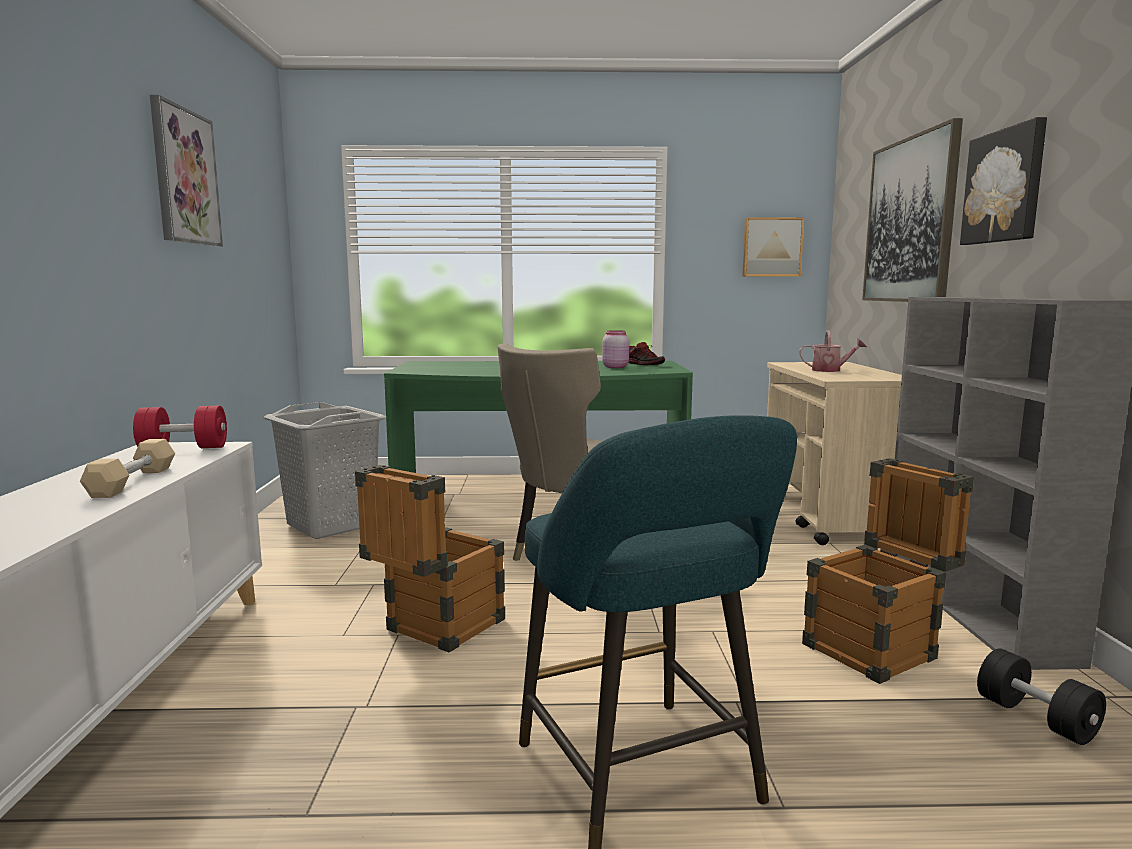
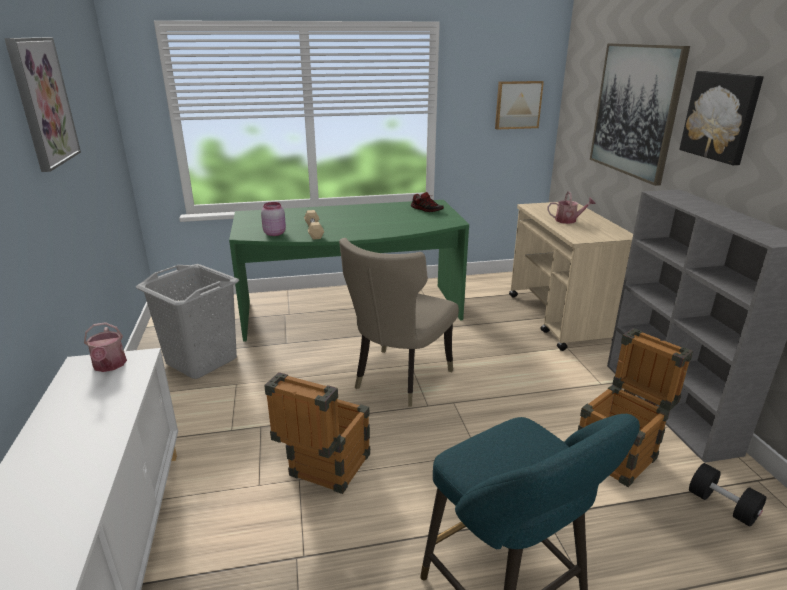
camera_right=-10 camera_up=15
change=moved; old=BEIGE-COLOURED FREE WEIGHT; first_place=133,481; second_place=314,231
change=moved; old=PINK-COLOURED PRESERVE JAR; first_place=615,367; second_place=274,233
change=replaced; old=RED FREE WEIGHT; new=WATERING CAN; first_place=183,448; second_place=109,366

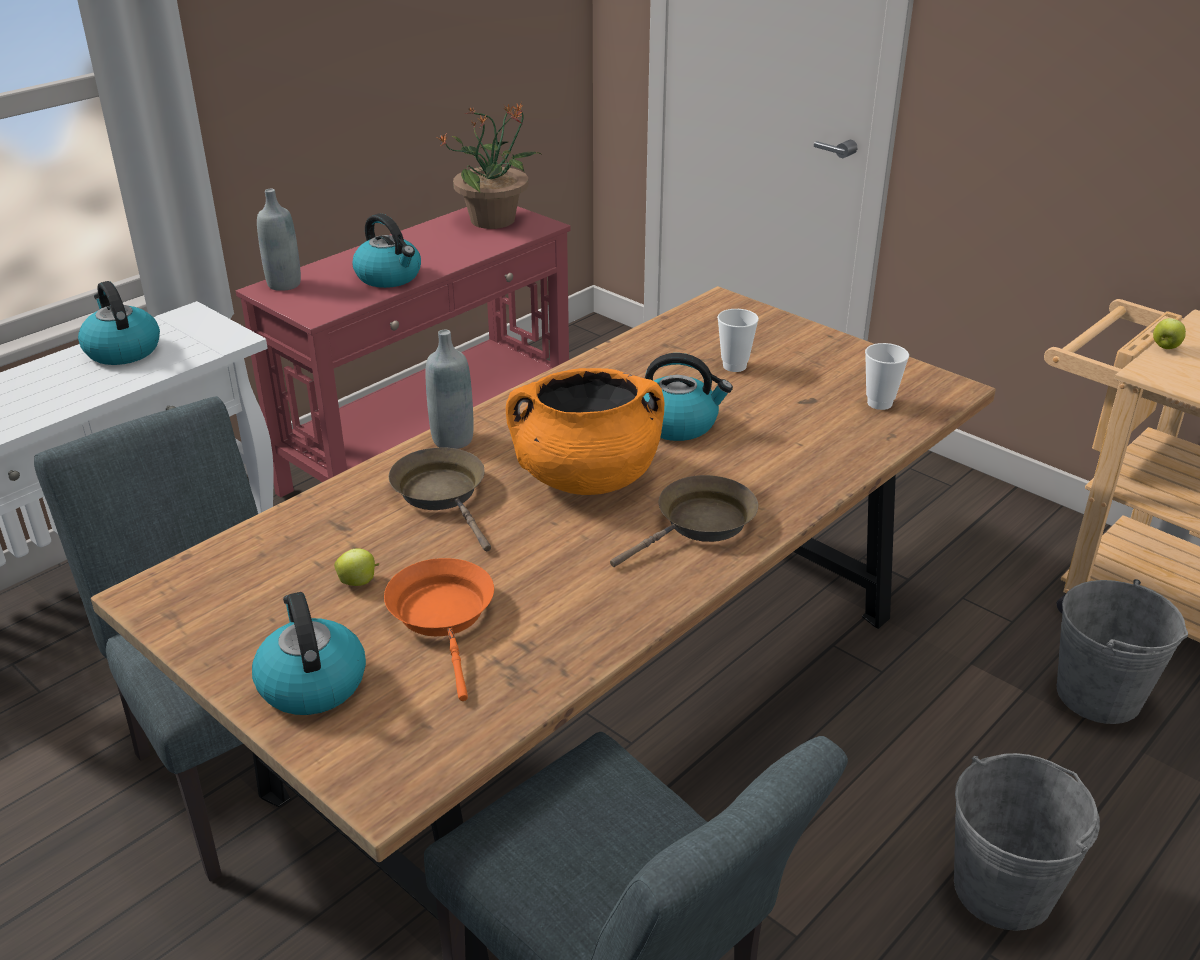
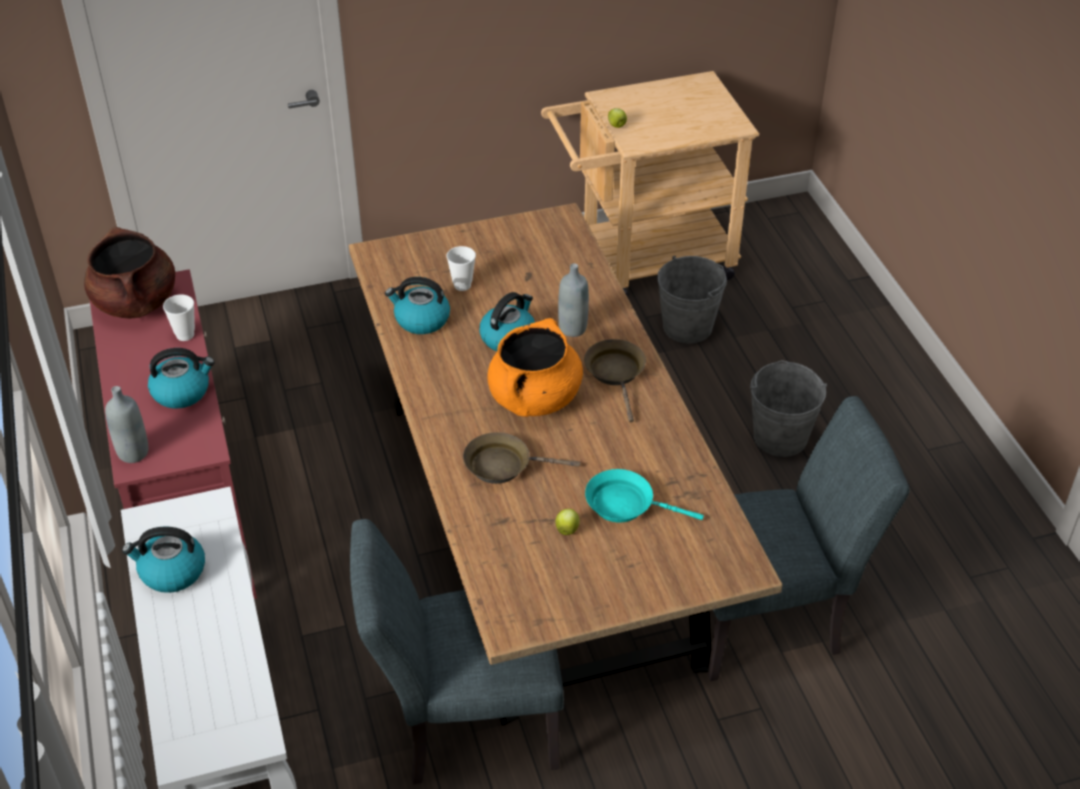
camera_right=-60 camera_up=10
change=moved; old=WATER KETTLE; first_place=311,683; second_place=421,320
change=moved; old=GREYISH BOTTLE; first_place=452,439; second_place=572,328
change=moved; old=CUP; first_place=879,403; second_place=185,335
change=replaced; old=HOUSEPLANT; new=BROWN STOCKPOT; first_place=494,220; second_place=136,303
change=recoloured; old=ORANGEY FRYING PAN; new=TURQUOISE FRYING PAN; first_place=444,617; second_place=625,504

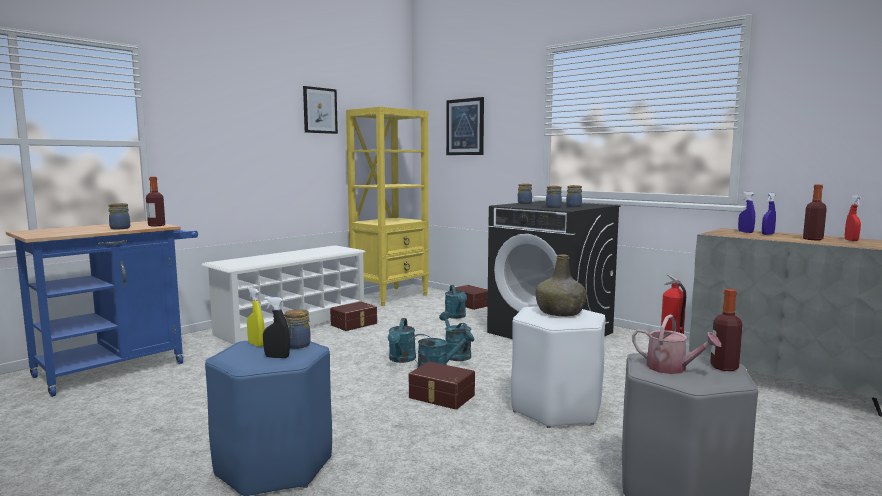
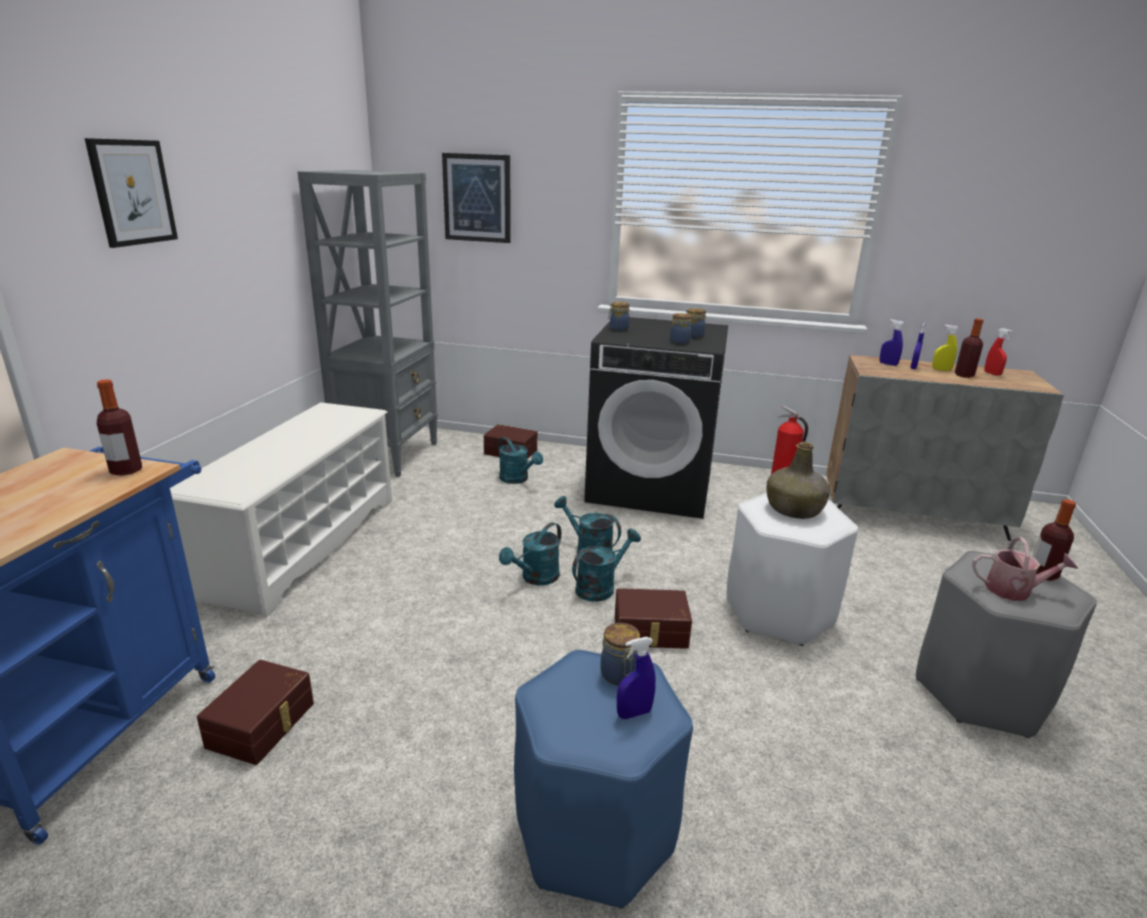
camera_right=-30 camera_up=15
change=removed; old=PRESERVE JAR; first_place=119,228
change=moved; old=YELLOW HAND SPRAYER; first_place=256,344; second_place=941,370
change=moved; old=WALL ART; first_place=320,110; second_place=132,192
change=moved; old=BROWN STORAGE BOX; first_place=354,324; second_place=263,725
change=recoloured; old=BLACKISH HAND SPRAYER; new=BLUE HAND SPRAYER; first_place=277,357; second_place=634,713
change=recoloured; old=YELLOW BOOKSHELF; new=GREYISH BOOKSHELF; first_place=390,296; second_place=389,455
change=turned; old=TURQUOISE WATERING CAN; first_place=401,359; second_place=535,578; degrees=60

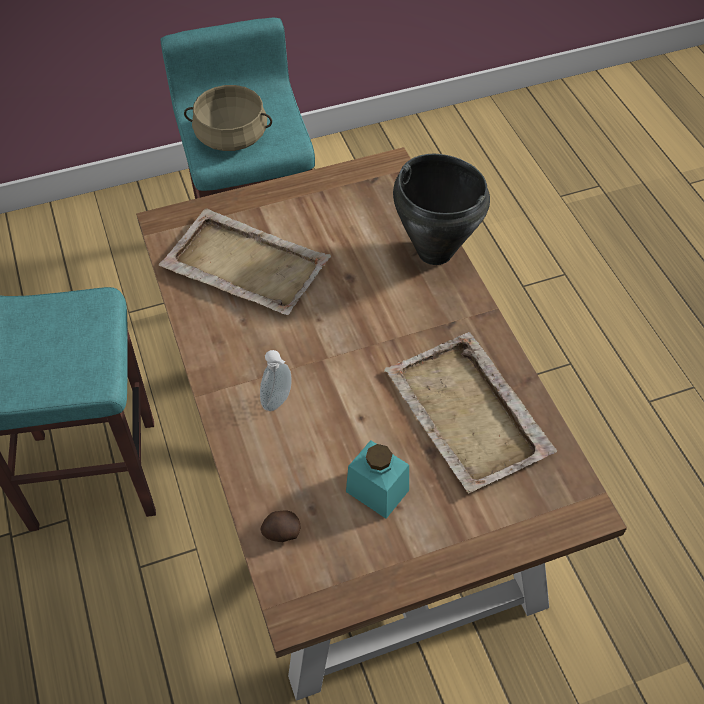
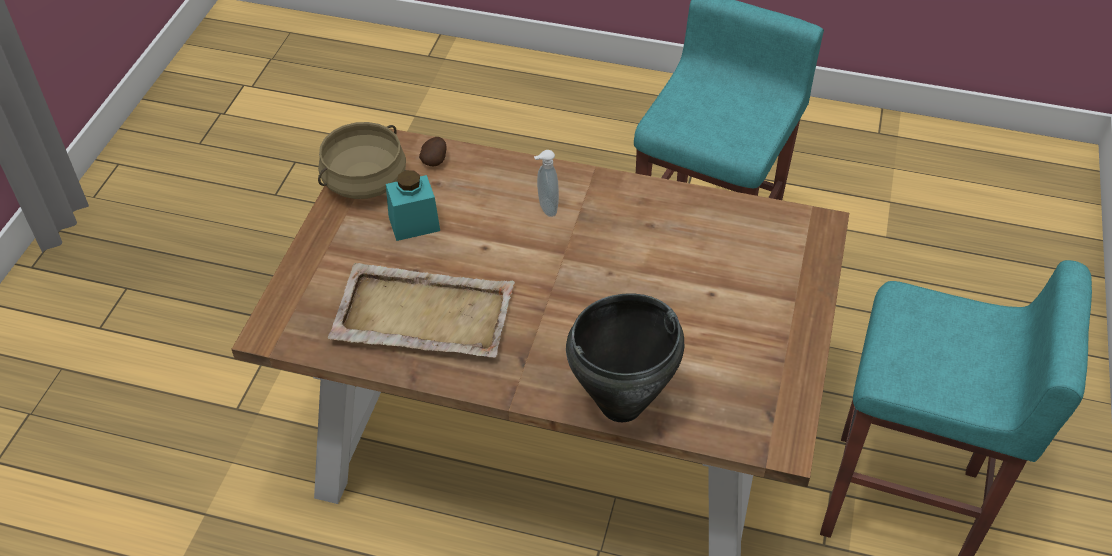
camera_right=125 camera_up=-5
change=removed; old=BEIGE-COLOURED SERVING TRAY; first_place=244,264
change=moved; old=BEIGE-COLOURED STOCKPOT; first_place=231,137; second_place=364,180

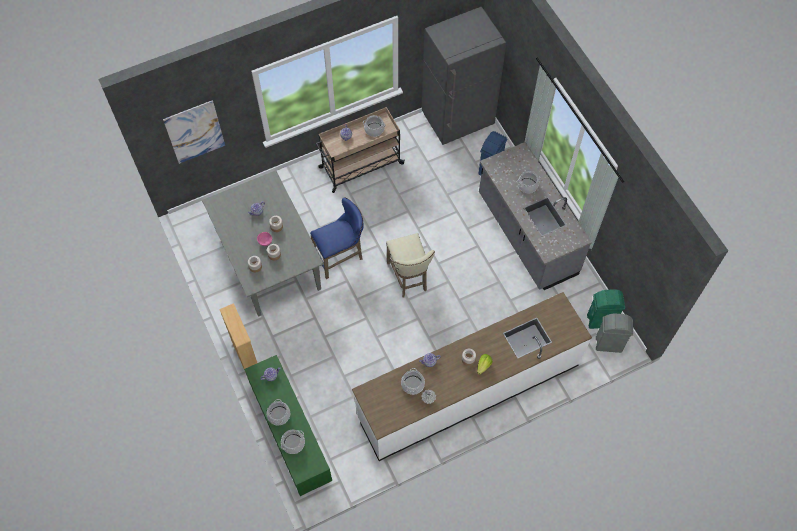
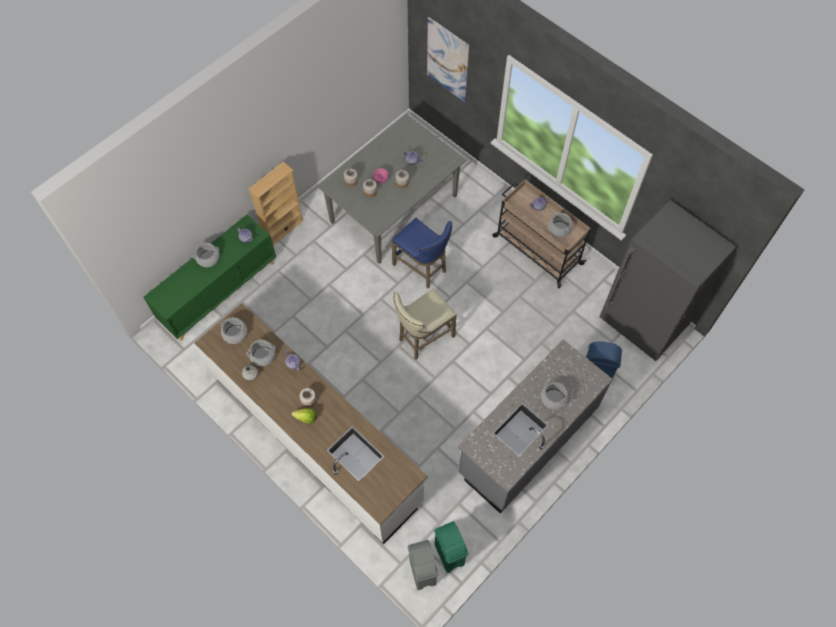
camera_right=70 camera_up=0
change=moved; old=STOCKPOT; first_place=293,443; second_place=235,334

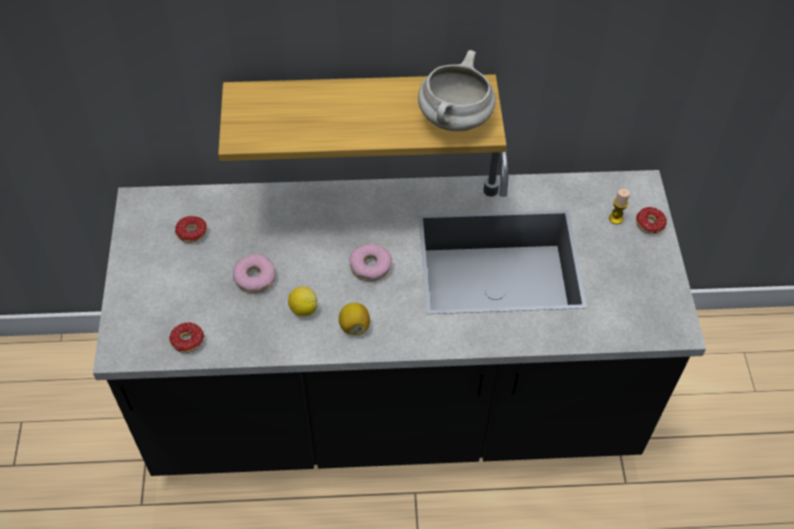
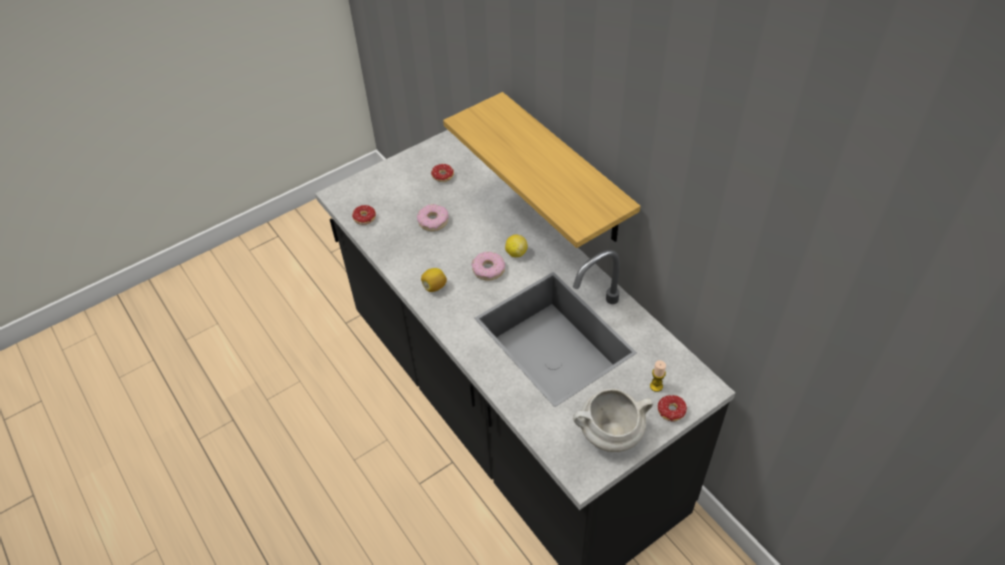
camera_right=60 camera_up=-5
change=moved; old=WHOLE LEMON; first_place=303,309; second_place=516,253
change=moved; old=WHITISH STOCKPOT; first_place=455,120; second_place=610,434

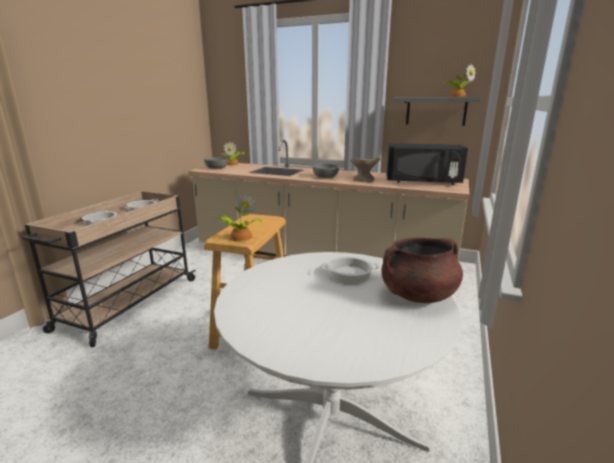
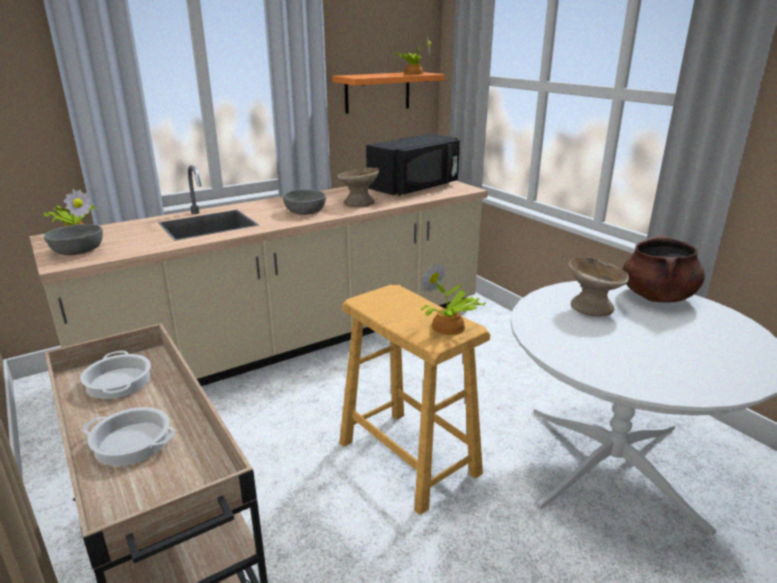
camera_right=-55 camera_up=5
change=replaced; old=STOCKPOT; new=BEIGE-COLOURED SERVING BOWL; first_place=350,274; second_place=591,307
change=recoloured; old=GREYISH SHELF; new=ORANGEY SHELF; first_place=436,111; second_place=377,92

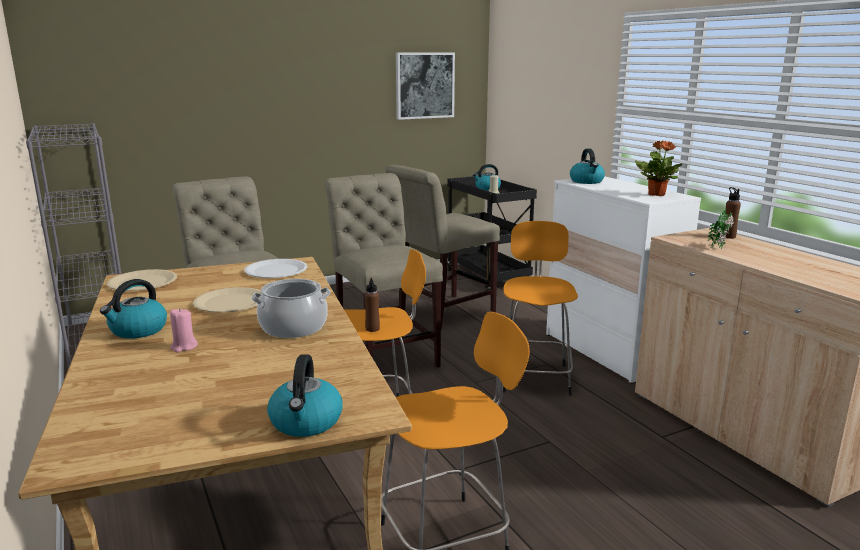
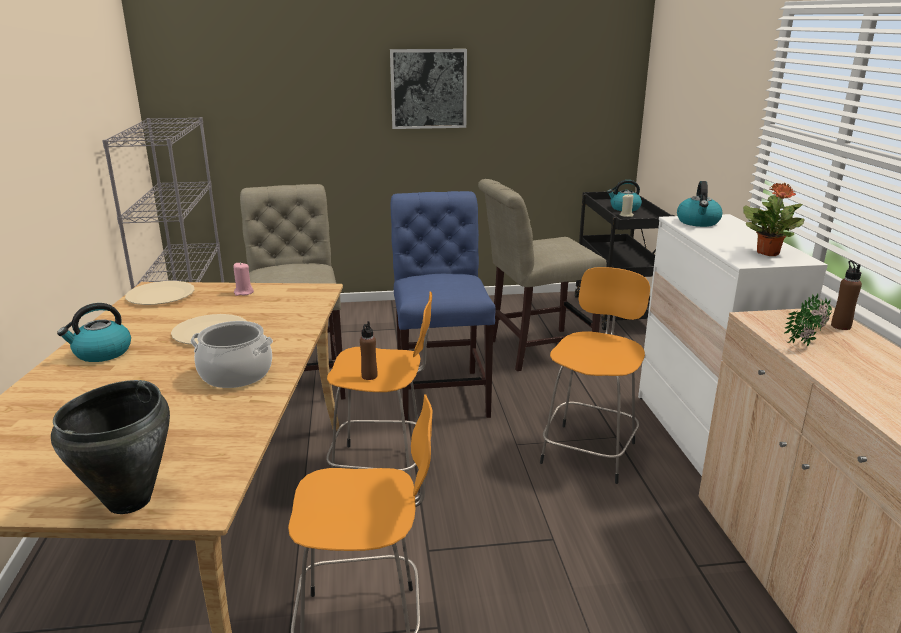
camera_right=20 camera_up=5
change=removed; old=WHITISH DINNER PLATE; first_place=276,271
change=moved; old=PINK-COLOURED CANDLE; first_place=184,347; second_place=243,292
change=moved; old=WALL ART; first_place=424,85; second_place=428,89
change=replaced; old=WATER KETTLE; new=BLACKISH STOCKPOT; first_place=306,422; second_place=130,501
change=recoloured; old=BEIGE-COLOURED PLAIN CHAIR; new=BLUE PLAIN CHAIR; first_place=385,354; second_place=441,391

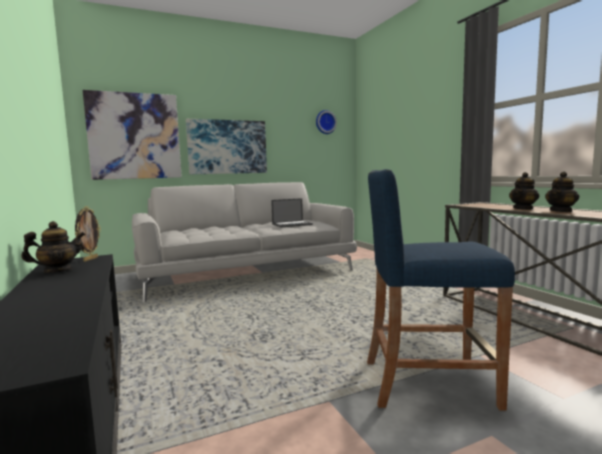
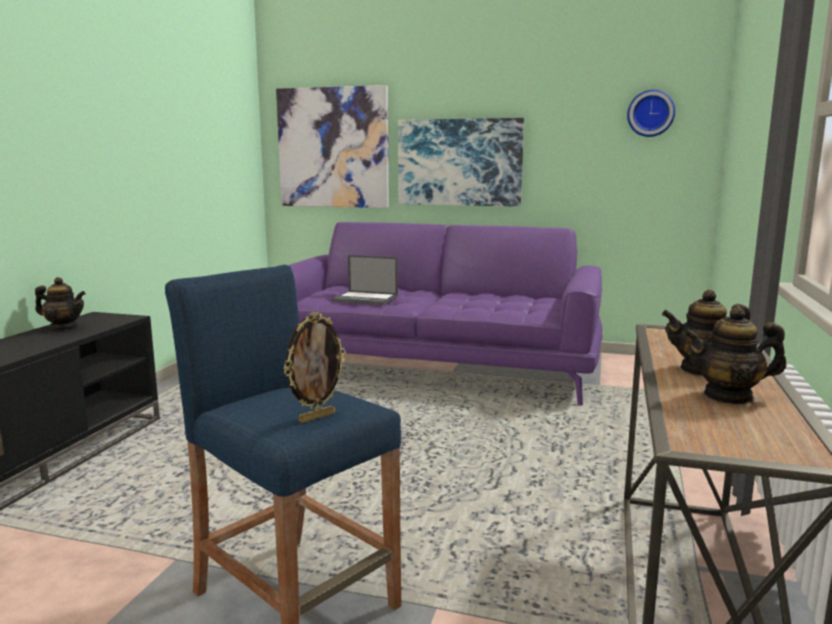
camera_right=40 camera_up=5
change=moved; old=PHOTO FRAME; first_place=90,259; second_place=316,417
change=moved; old=NOTEBOOK COMPUTER; first_place=292,224; second_place=366,299
change=recoloured; old=WHITISH SOFA; new=PURPLE SOFA; first_place=246,271; second_place=436,364

